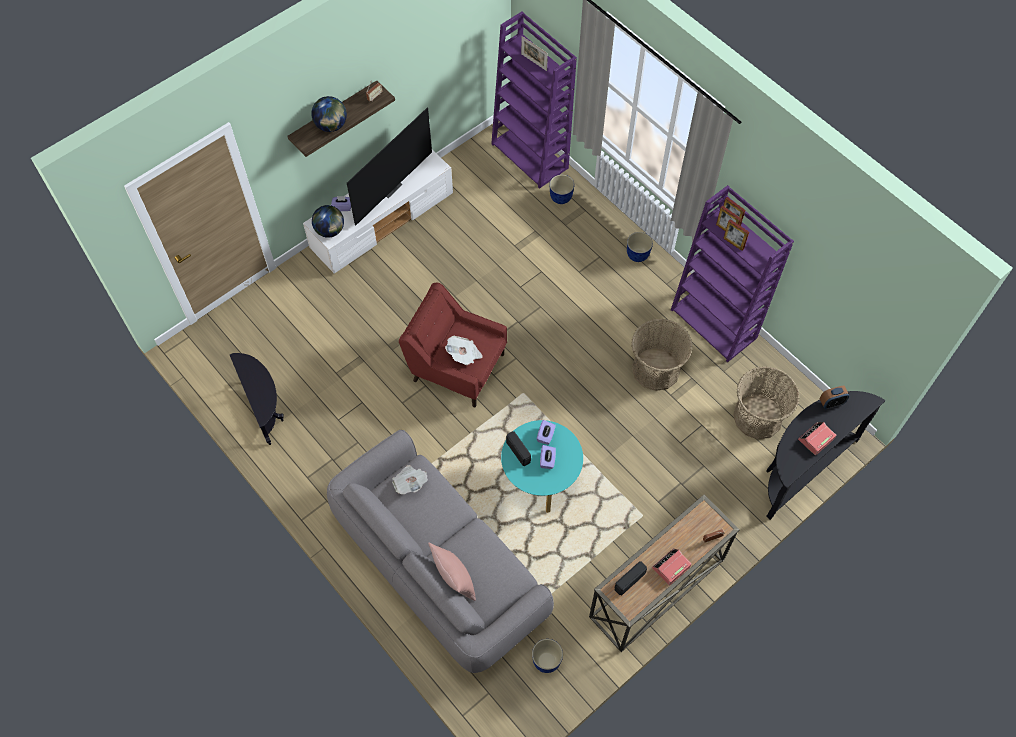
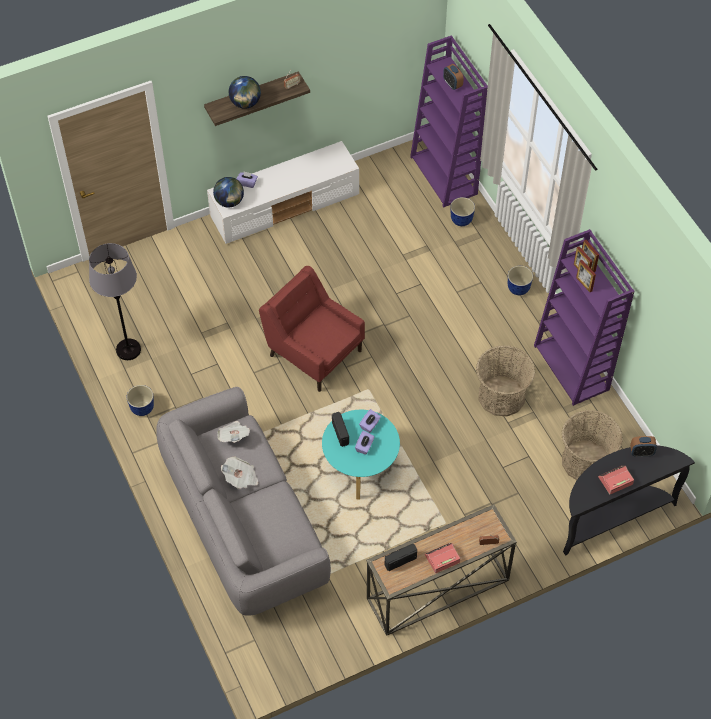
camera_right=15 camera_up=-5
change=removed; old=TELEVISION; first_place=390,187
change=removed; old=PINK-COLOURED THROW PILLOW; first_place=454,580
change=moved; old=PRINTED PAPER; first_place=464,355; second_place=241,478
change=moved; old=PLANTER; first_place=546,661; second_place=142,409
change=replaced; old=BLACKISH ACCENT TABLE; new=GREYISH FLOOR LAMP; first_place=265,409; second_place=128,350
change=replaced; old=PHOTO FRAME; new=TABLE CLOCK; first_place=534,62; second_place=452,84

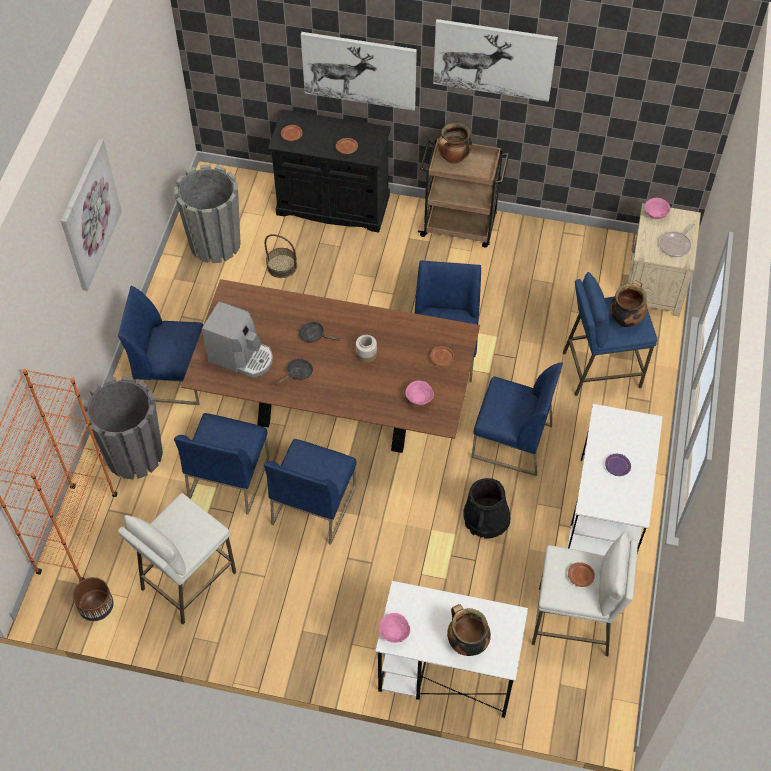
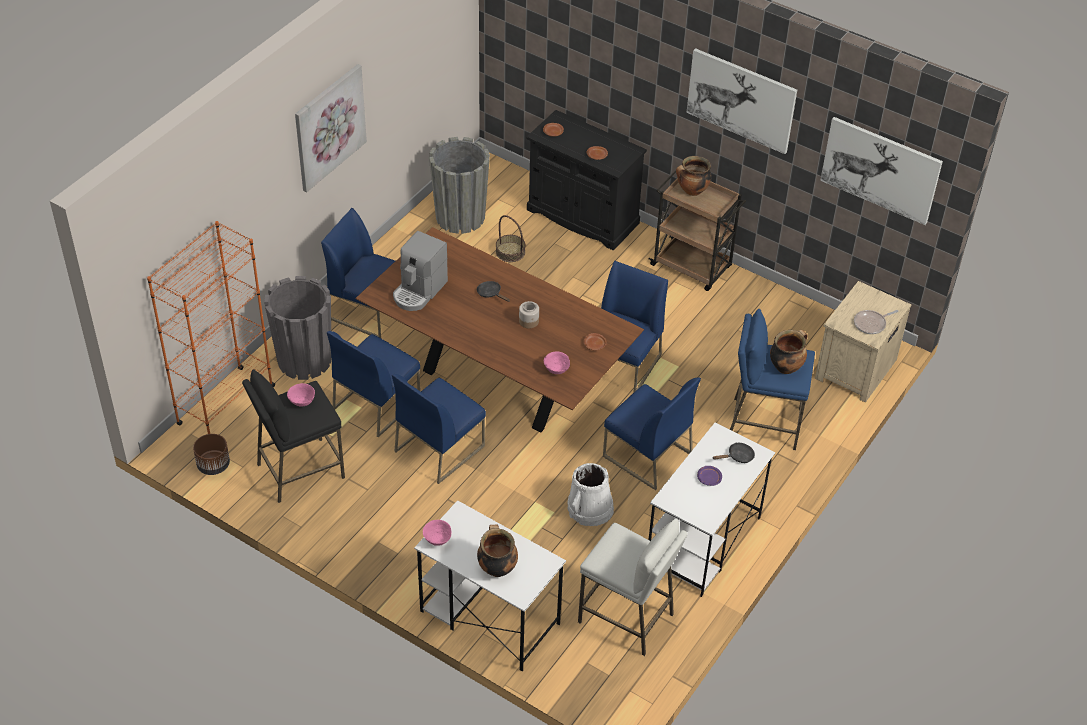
camera_right=20 camera_up=-10
change=removed; old=BROWN DINNER PLATE; first_place=580,577
change=moved; old=BLACKISH FRYING PAN; first_place=297,373; second_place=738,456
change=moved; old=WALL ART; first_place=359,70; second_place=880,170
change=moved; old=PINK-COLOURED SERVING BOWL; first_place=655,215; second_place=302,402
change=recoloured; old=WHITISH SITTING STOOL; new=BLACKISH SITTING STOOL; first_place=188,580; second_place=300,471
change=recoloured; old=BLACKISH PAIL; new=WHITISH PAIL; first_place=486,518; second_place=590,509
change=turned; old=COFFEE MAKER; first_place=242,357; second_place=419,291; degrees=75

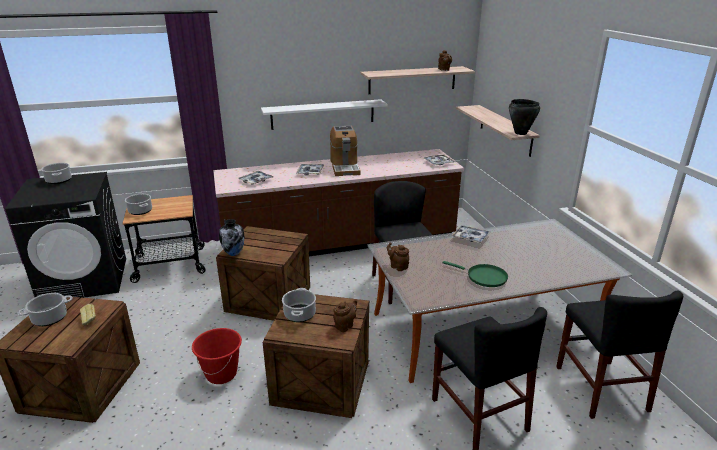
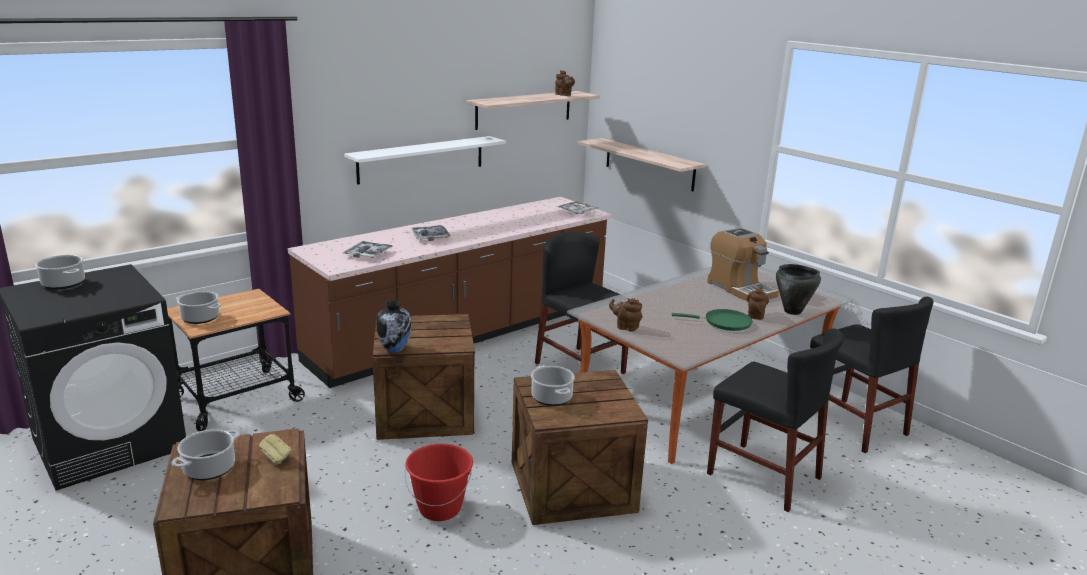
camera_right=-25 camera_up=-5
change=removed; old=SERVING TRAY; first_place=470,237
change=moved; old=COFFEE MAKER; first_place=344,167; second_place=740,289
change=moved; old=BROWN TEAPOT; first_place=345,325; second_place=755,315
change=moved; old=BLACKISH STOCKPOT; first_place=520,133; second_place=792,311

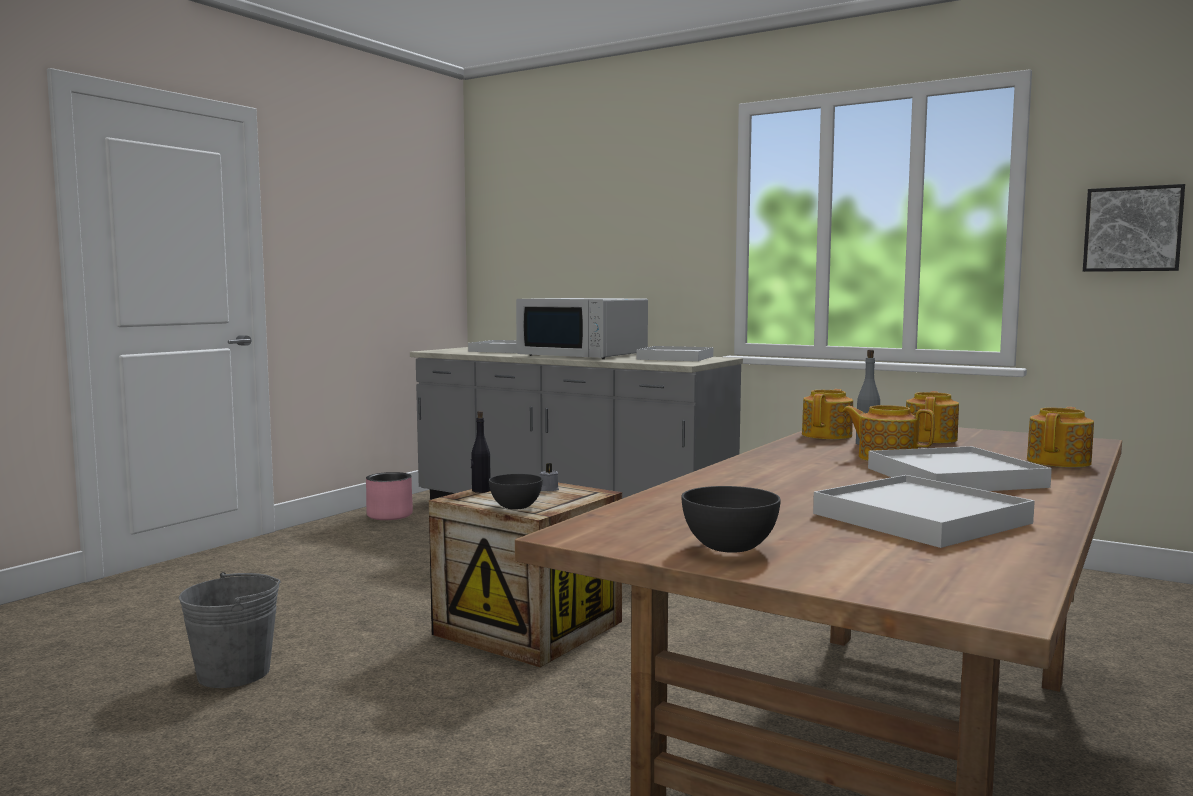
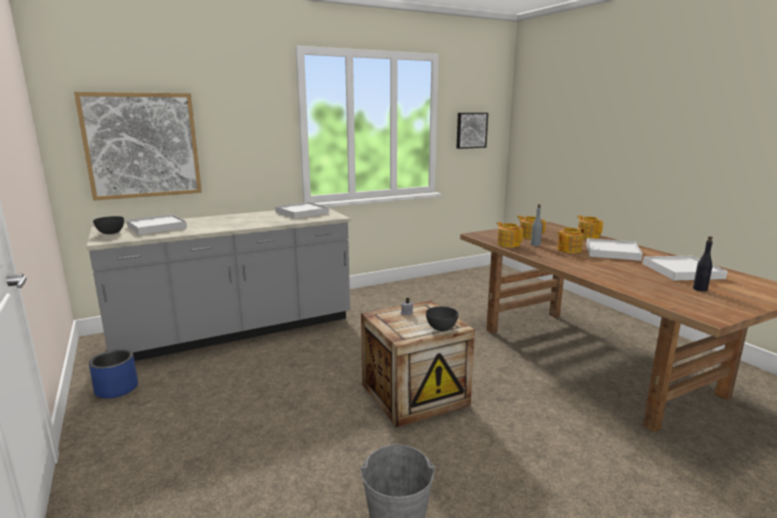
camera_right=-60 camera_up=10
change=removed; old=WHITISH KITCHEN MICROWAVE; first_place=584,355
change=added; new=WALL ART; second_place=142,145
change=moved; old=BLACKISH BOTTLE; first_place=480,490; second_place=700,289
change=moved; old=GREYISH SERVING BOWL; first_place=729,547; second_place=110,233
change=recoloured; old=PINK-COLOURED PLANTER; new=BLUE PLANTER; first_place=390,515; second_place=117,389

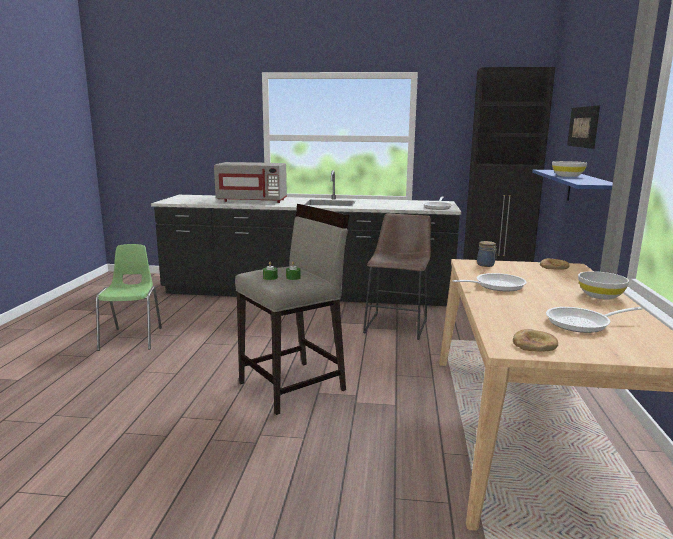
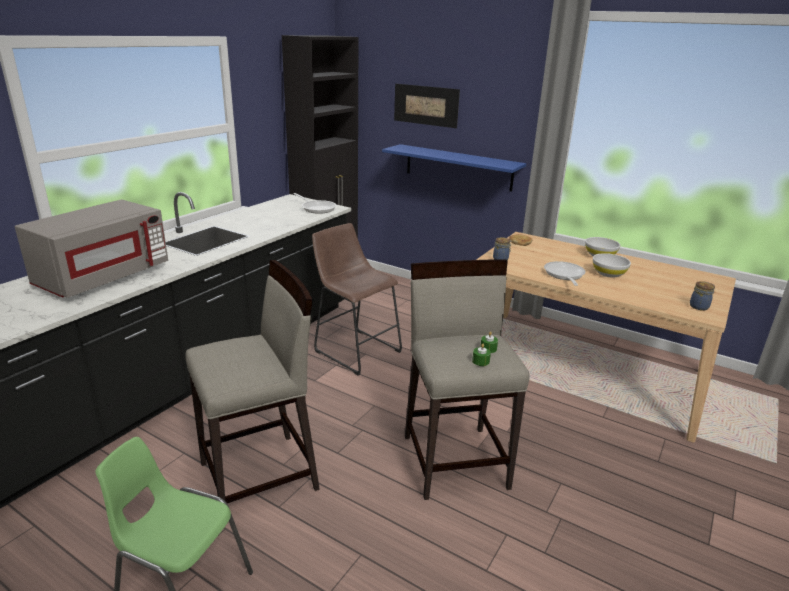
camera_right=-65 camera_up=10
change=removed; old=FRYING PAN; first_place=583,323
change=added; new=BEIGE-COLOURED SITTING STOOL; second_place=260,476
change=moved; old=WHITISH SERVING BOWL; first_place=567,176; second_place=608,273
change=replaced; old=BAKERY BREAD; new=PRESERVE JAR; first_place=534,344; second_place=699,306

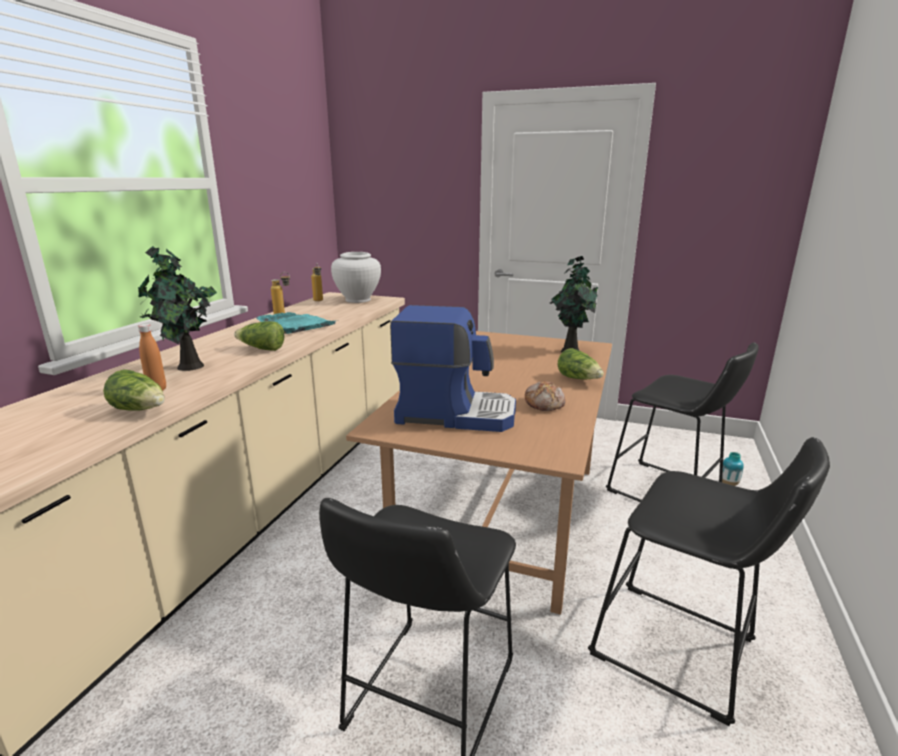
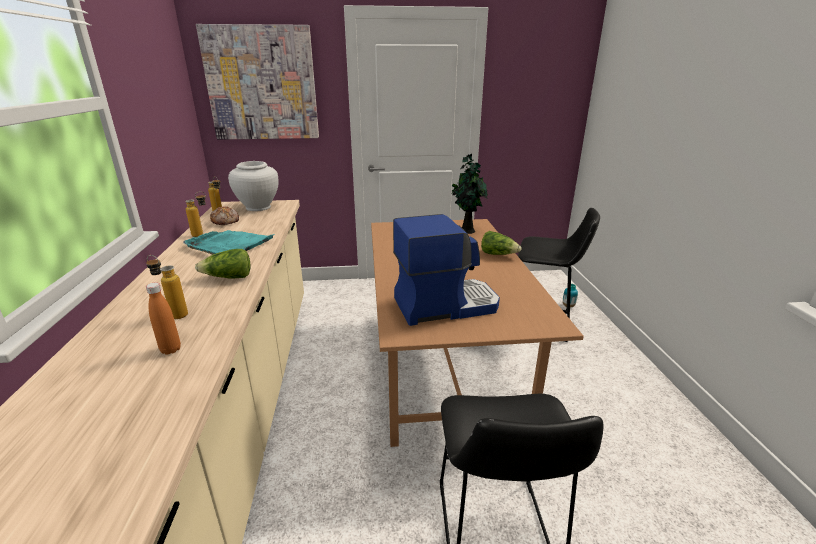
camera_right=-25 camera_up=5
change=removed; old=LETTUCE HEAD; first_place=140,410
change=removed; old=BLACKISH SITTING STOOL; first_place=681,653
change=added; new=WALL ART; second_place=262,84
change=moved; old=BAKERY BREAD; first_place=545,404; second_place=226,221
change=replaced; old=HOUSEPLANT; new=BOTTLE; first_place=189,367; second_place=174,314

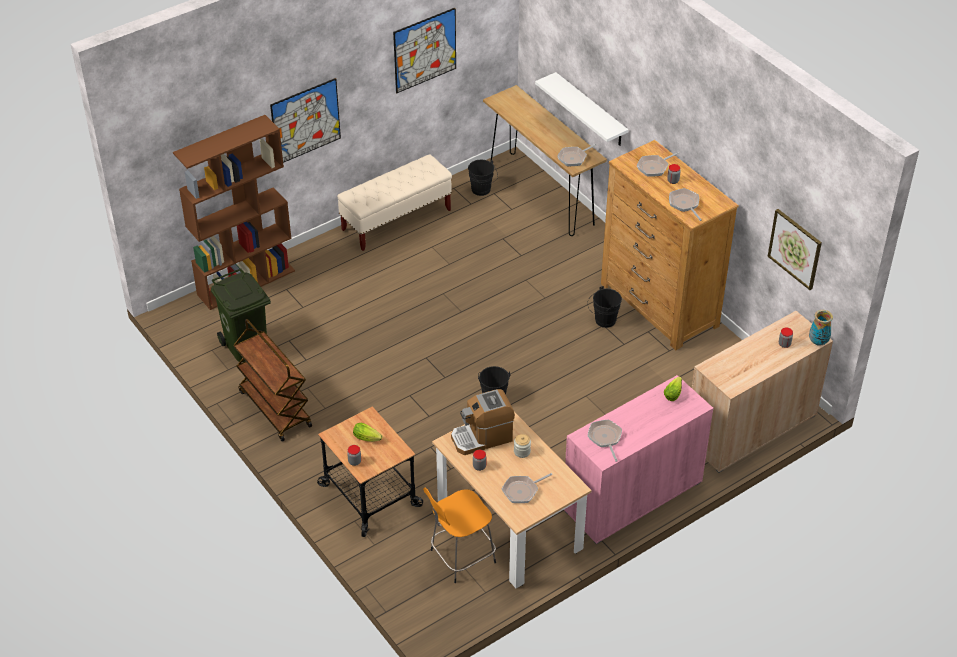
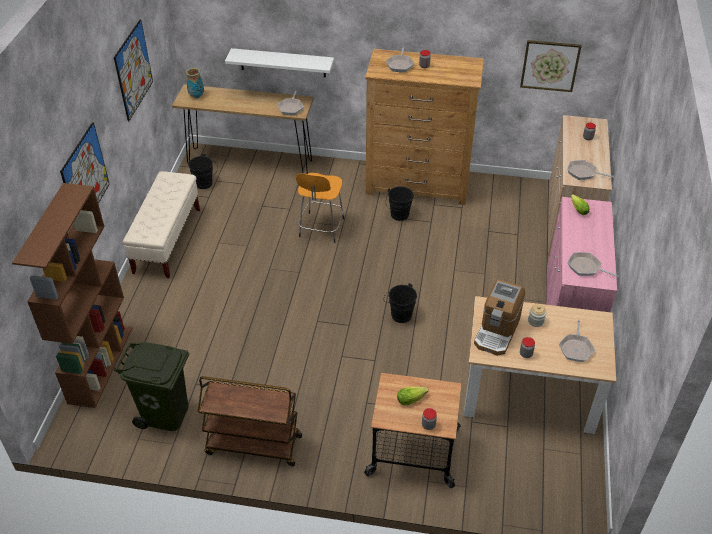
camera_right=-45 camera_up=0
change=moved; old=ORANGEY SITTING STOOL; first_place=460,557; second_place=321,228
change=moved; old=FRYING PAN; first_place=684,204; second_place=583,173
change=moved; old=FLOWER VASE; first_place=818,342; second_place=196,96

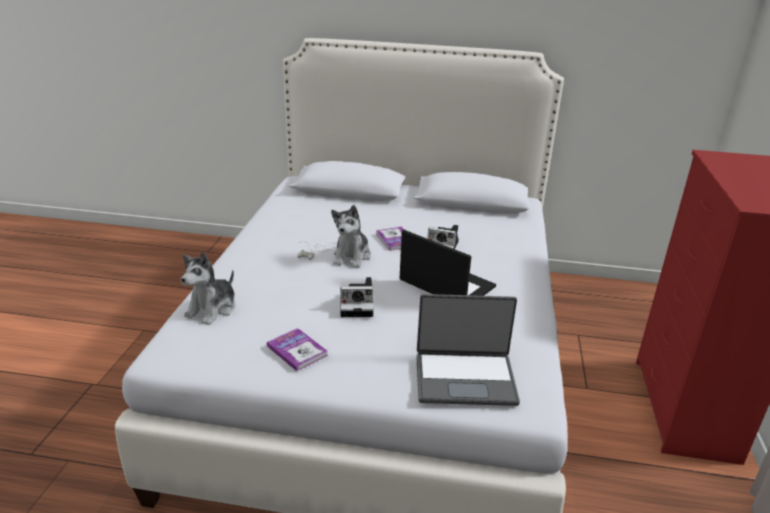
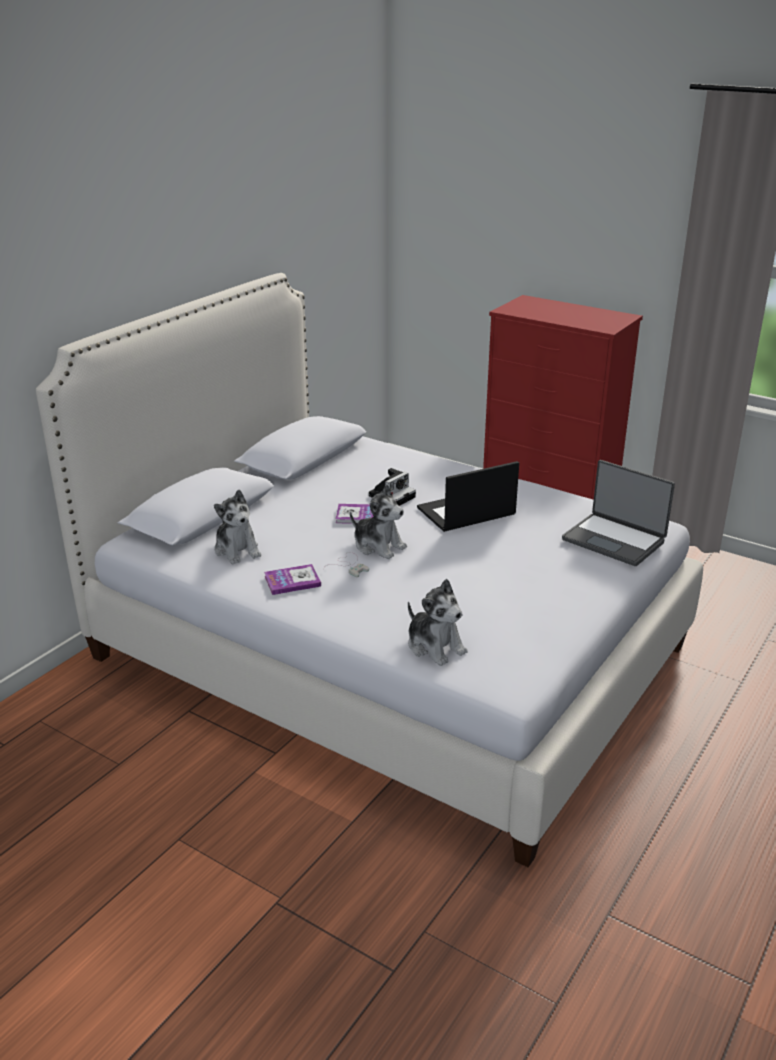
camera_right=-65 camera_up=0
change=removed; old=PHOTO CAMERA; first_place=358,305
change=added; new=PLUSH TOY; second_place=237,550
change=moved; old=VOLUME; first_place=297,350; second_place=292,581
change=turned; old=NOTEBOOK COMPUTER; first_place=465,378; second_place=614,540; degrees=105

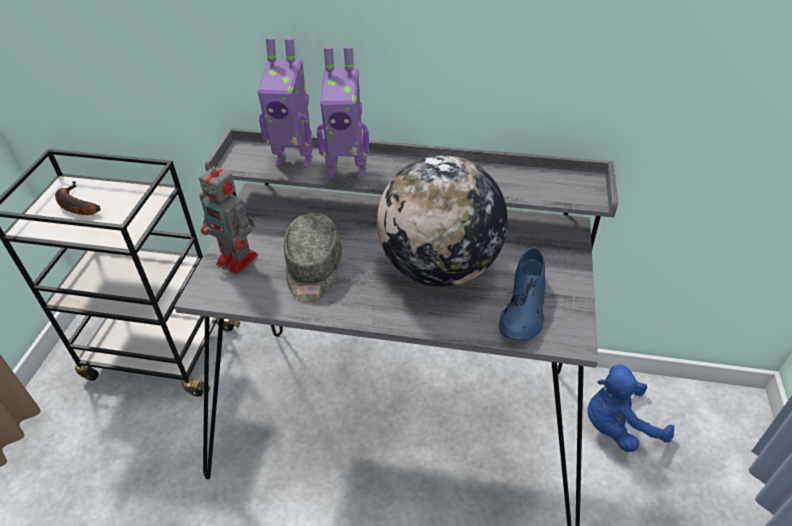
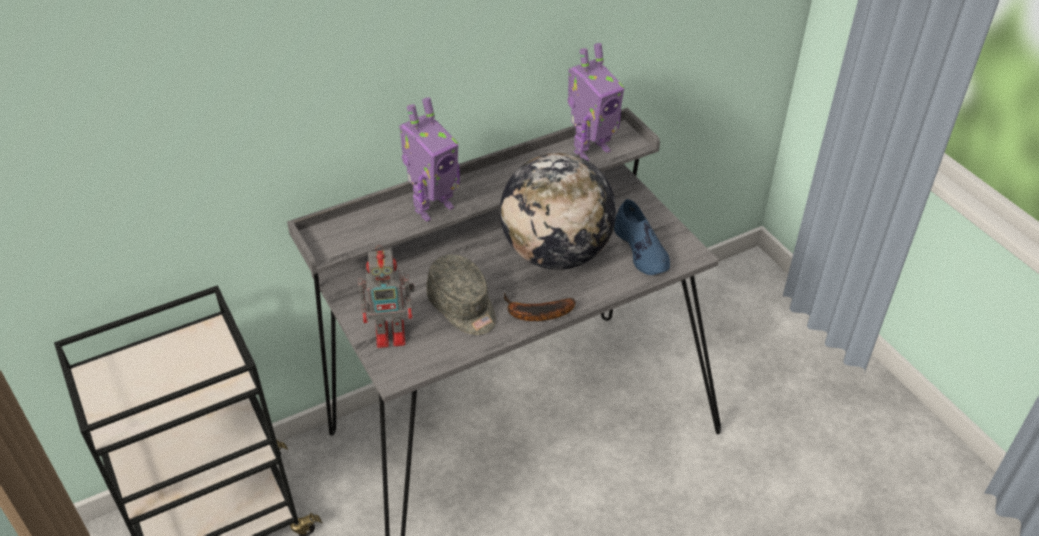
camera_right=-40 camera_up=0
change=removed; old=BLUE PLUSH TOY; first_place=618,426
change=moved; old=BANANA; first_place=74,205; second_place=535,314
change=moved; old=MODEL ROBOT; first_place=294,159; second_place=590,150

